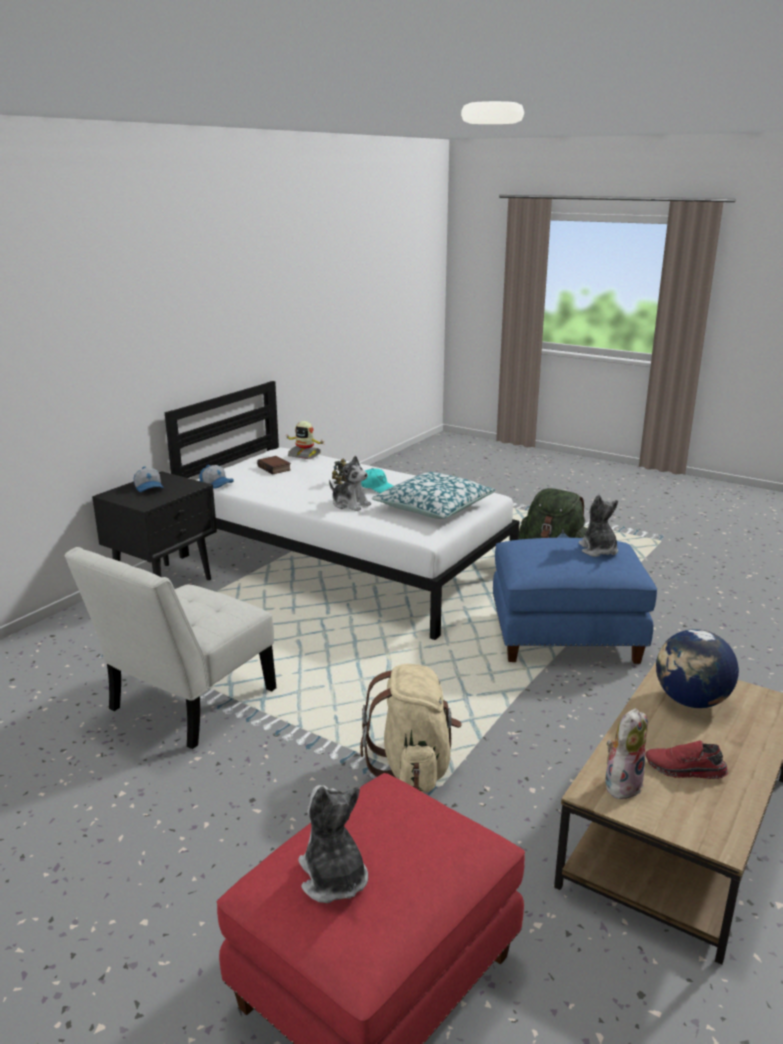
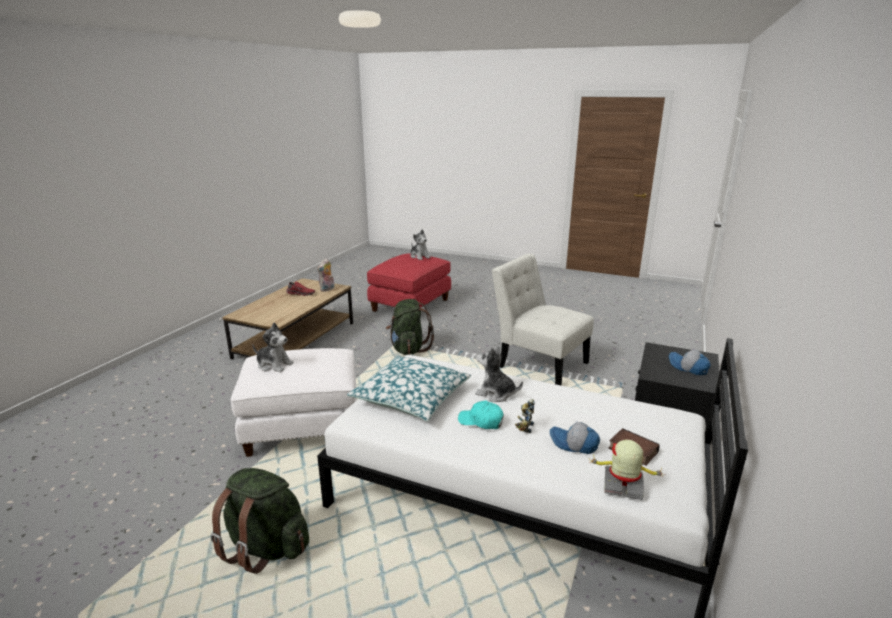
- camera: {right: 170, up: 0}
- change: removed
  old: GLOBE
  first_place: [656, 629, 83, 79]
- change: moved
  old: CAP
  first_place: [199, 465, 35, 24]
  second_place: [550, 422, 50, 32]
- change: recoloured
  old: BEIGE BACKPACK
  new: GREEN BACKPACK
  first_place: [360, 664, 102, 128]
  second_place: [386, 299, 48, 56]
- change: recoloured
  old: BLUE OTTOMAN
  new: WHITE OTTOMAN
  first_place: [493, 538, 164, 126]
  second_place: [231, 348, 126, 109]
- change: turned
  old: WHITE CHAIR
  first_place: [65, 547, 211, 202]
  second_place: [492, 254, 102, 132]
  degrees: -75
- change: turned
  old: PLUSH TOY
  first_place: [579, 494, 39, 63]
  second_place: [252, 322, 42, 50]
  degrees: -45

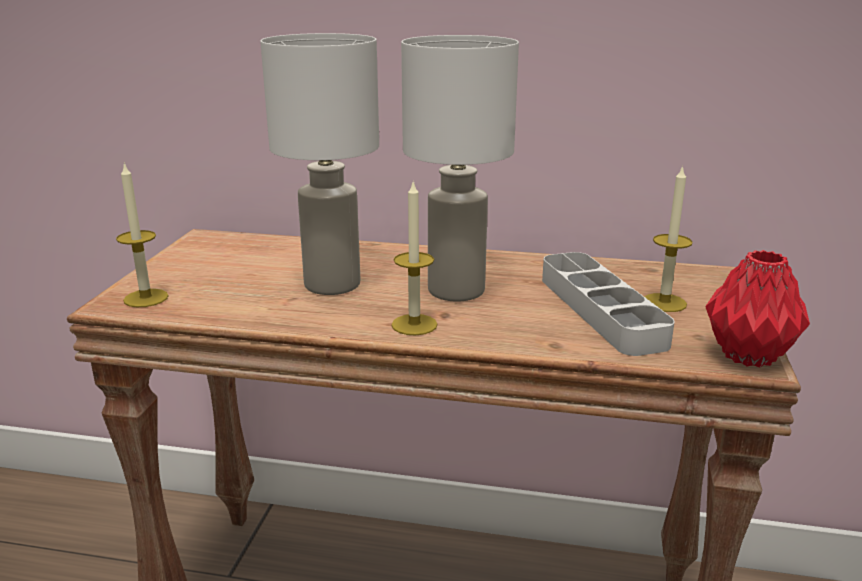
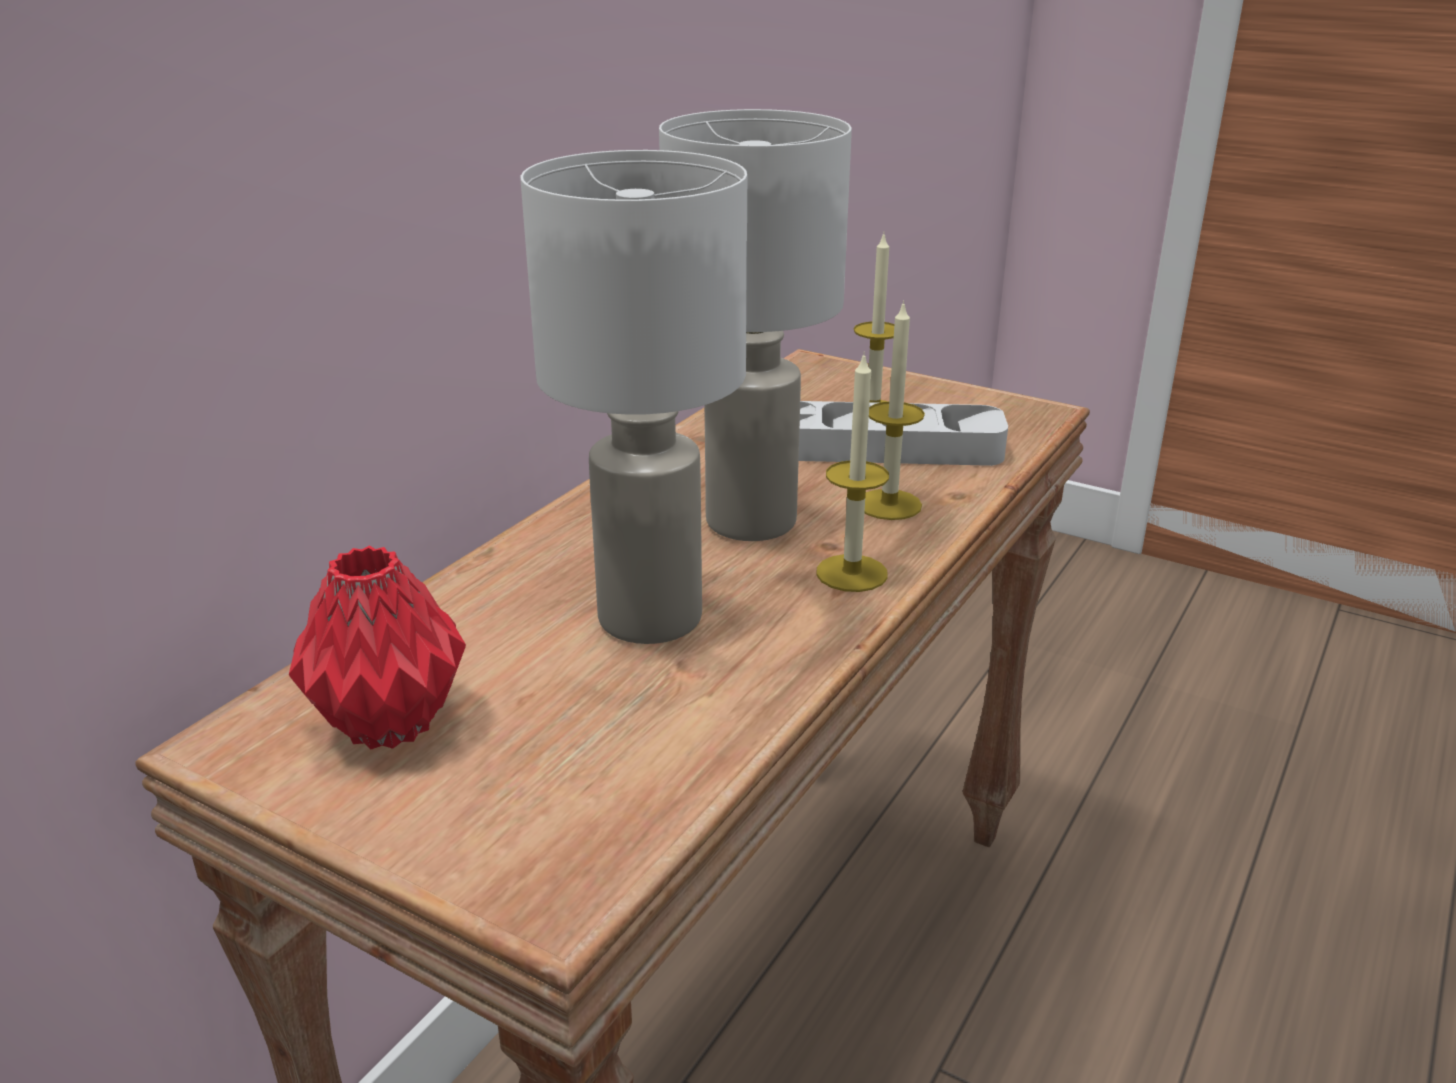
- camera: {right: -70, up: 5}
- change: moved
  old: CANDLE
  first_place: [116, 162, 52, 145]
  second_place: [864, 300, 61, 220]
- change: moved
  old: RED VASE
  first_place: [706, 250, 104, 118]
  second_place: [289, 546, 177, 203]

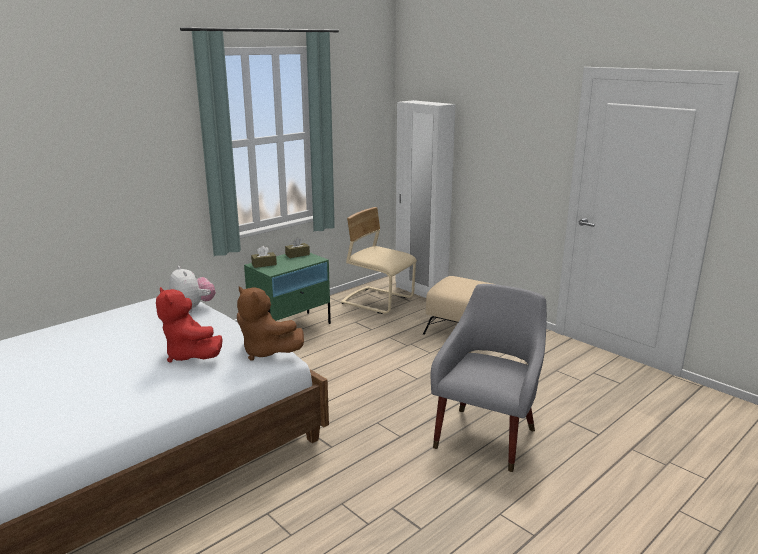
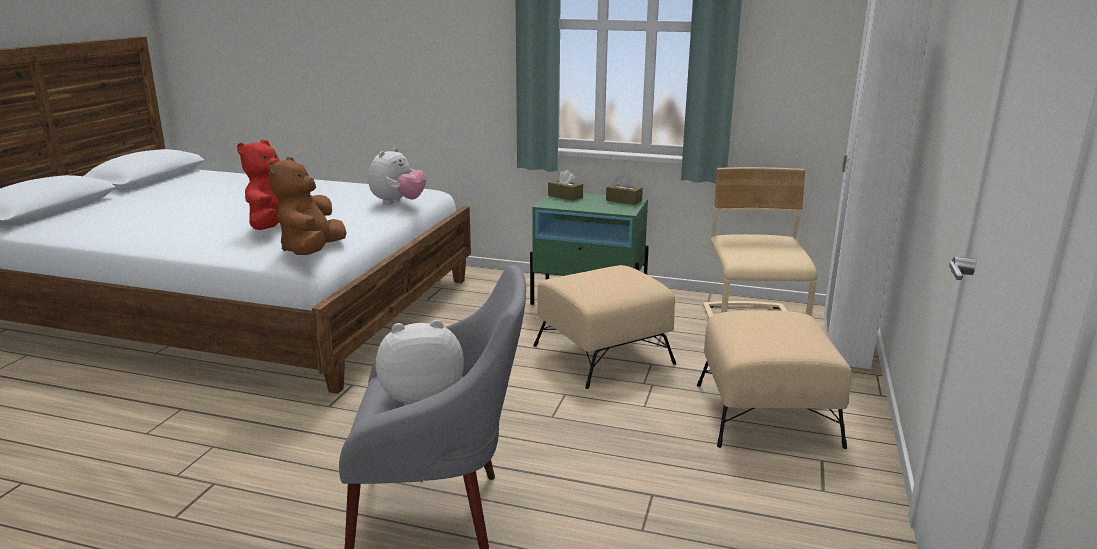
- camera: {right: 60, up: 0}
- change: added
  new: PLUSH TOY
  second_place: [376, 320, 88, 86]
- change: added
  new: BEIGE OTTOMAN
  second_place: [533, 265, 143, 124]

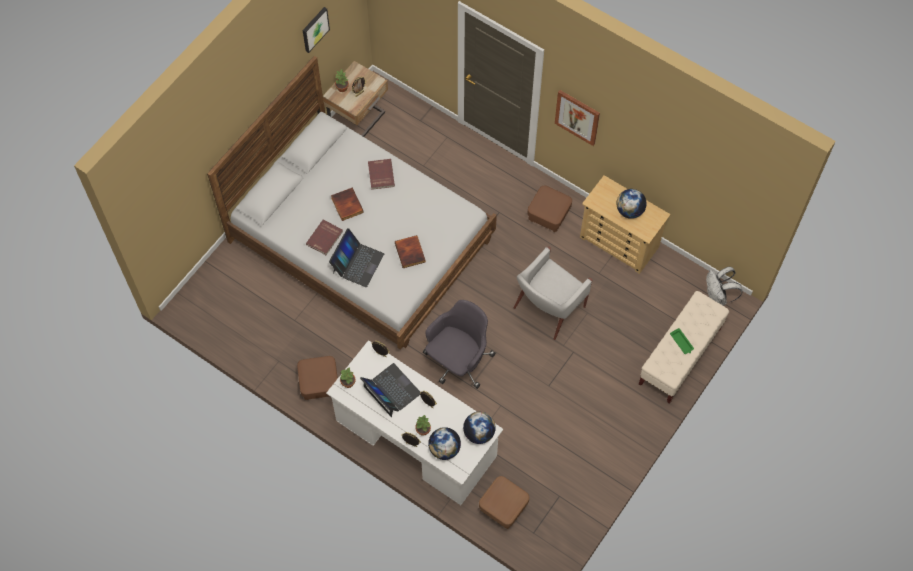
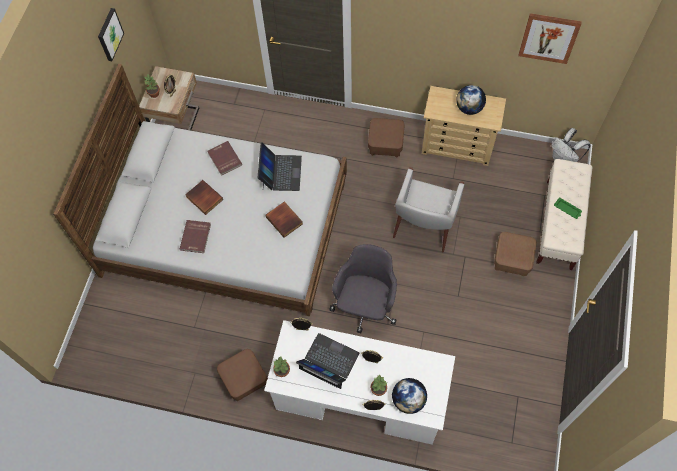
- camera: {right: -20, up: 0}
- change: removed
  old: GLOBE
  first_place: [463, 412, 33, 32]
- change: moved
  old: LAPTOP
  first_place: [329, 228, 55, 59]
  second_place: [257, 142, 45, 49]
- change: moved
  old: BROWN OTTOMAN
  first_place: [479, 476, 51, 53]
  second_place: [494, 232, 43, 44]
- change: moved
  old: PICTURE
  first_place: [555, 90, 45, 56]
  second_place: [518, 13, 64, 51]

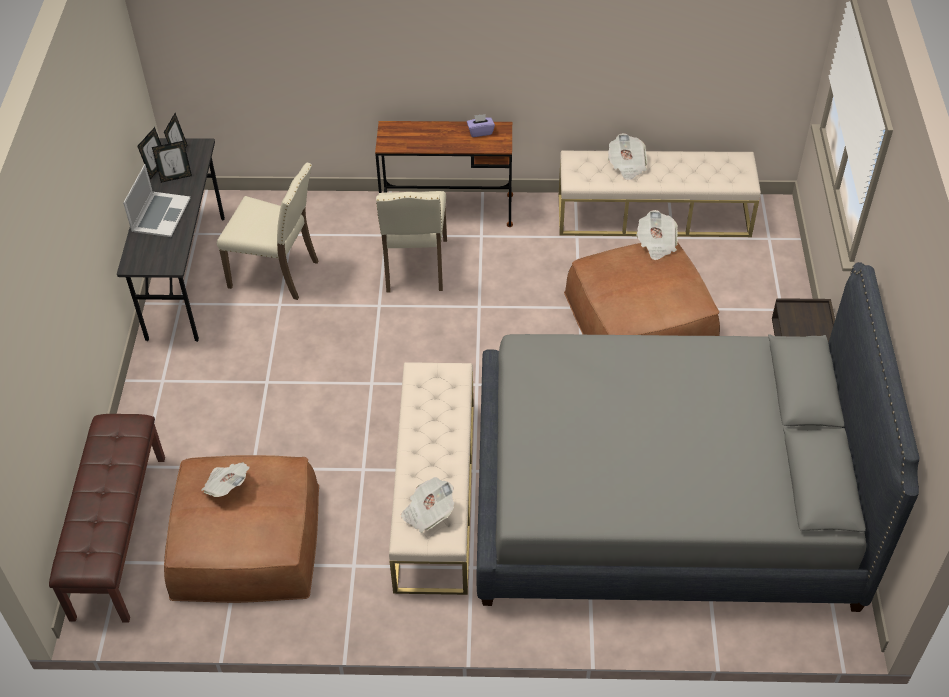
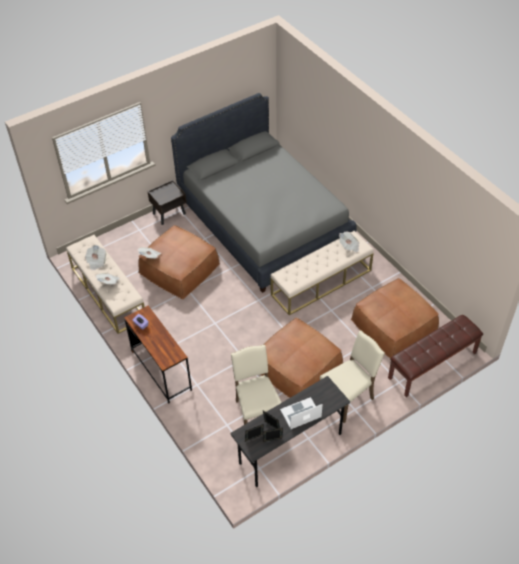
- camera: {right: -125, up: 0}
- change: added
  new: BROWN OTTOMAN
  second_place: [260, 318, 83, 80]
- change: moved
  old: NEWSPAPER
  first_place: [201, 462, 48, 35]
  second_place: [85, 245, 22, 25]
- change: moved
  old: BEIGE CHAIR
  first_place: [376, 191, 71, 102]
  second_place: [320, 330, 65, 93]

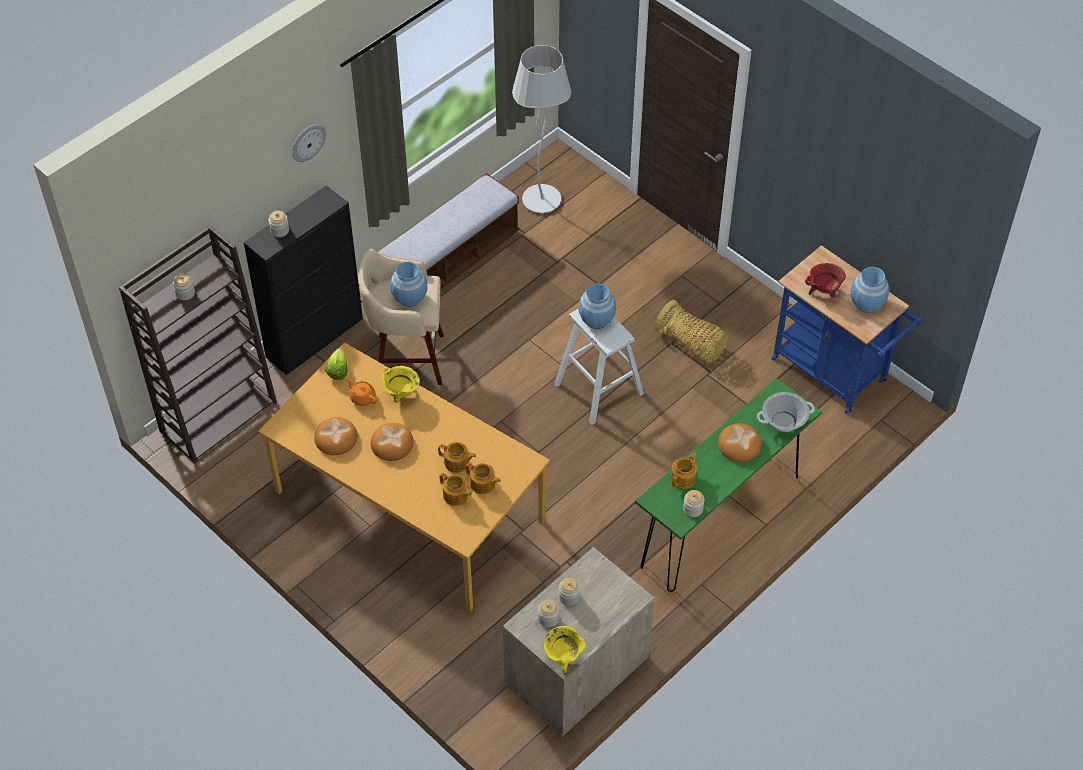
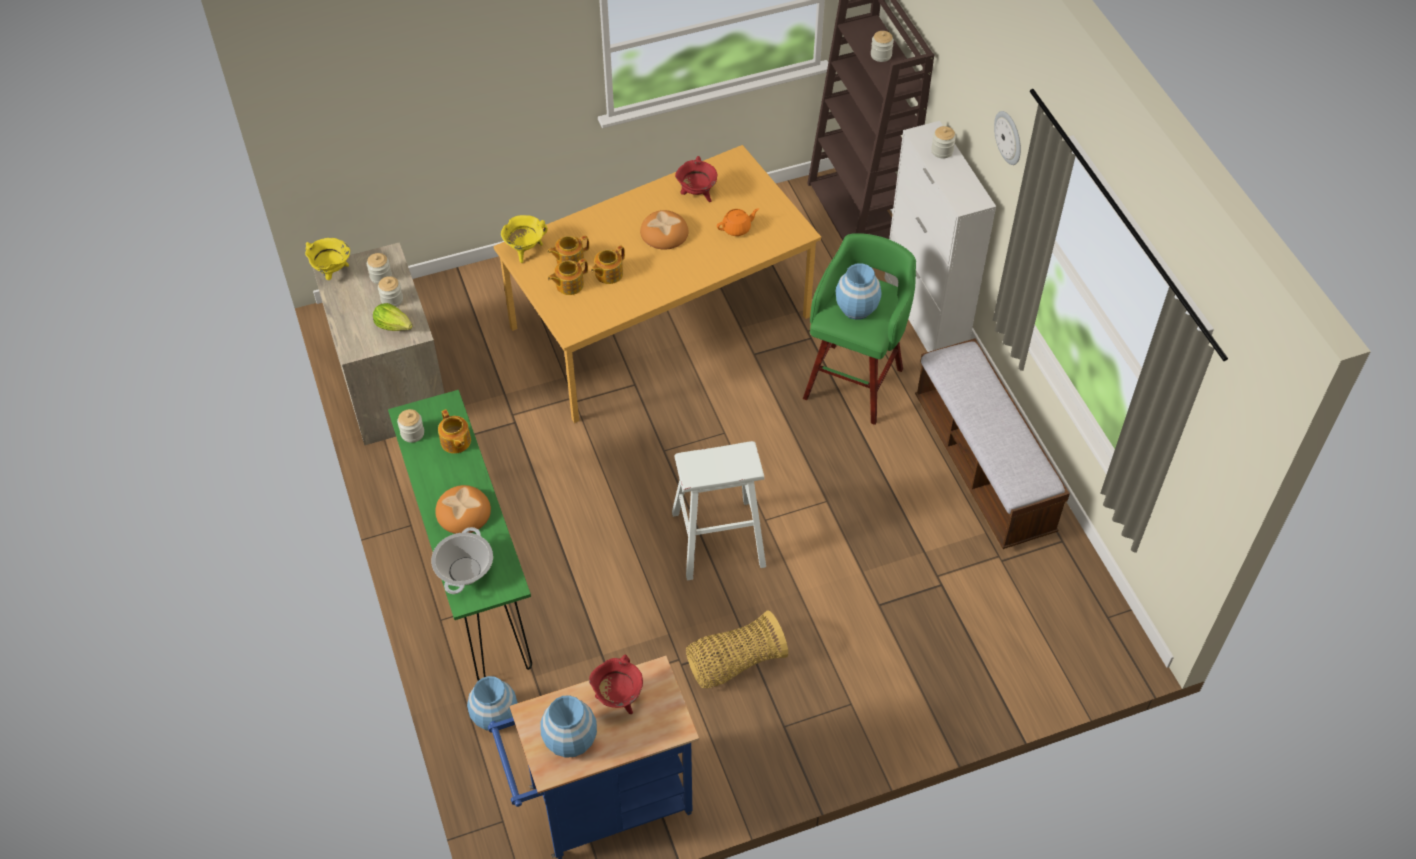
- camera: {right: 115, up: 0}
- change: removed
  old: WHITE FLOOR LAMP
  first_place: [512, 45, 59, 168]
- change: moved
  old: LETTUCE
  first_place: [325, 348, 23, 32]
  second_place: [373, 303, 39, 28]
- change: moved
  old: YELLOW COOKING POT
  first_place: [382, 366, 38, 37]
  second_place: [501, 215, 47, 48]
- change: moved
  old: BLUE VASE
  first_place: [579, 284, 37, 45]
  second_place: [467, 676, 51, 55]
- change: replaced
  old: BREAD
  new: RED COOKING POT
  first_place: [314, 417, 44, 38]
  second_place: [675, 156, 42, 46]
- change: recoloured
  old: BLACK CABINET
  new: WHITE CABINET
  first_place: [243, 185, 120, 190]
  second_place: [884, 121, 112, 231]
- change: recoloured
  old: BEIGE STOOL
  new: GREEN STOOL
  first_place: [358, 249, 86, 136]
  second_place: [803, 233, 113, 192]

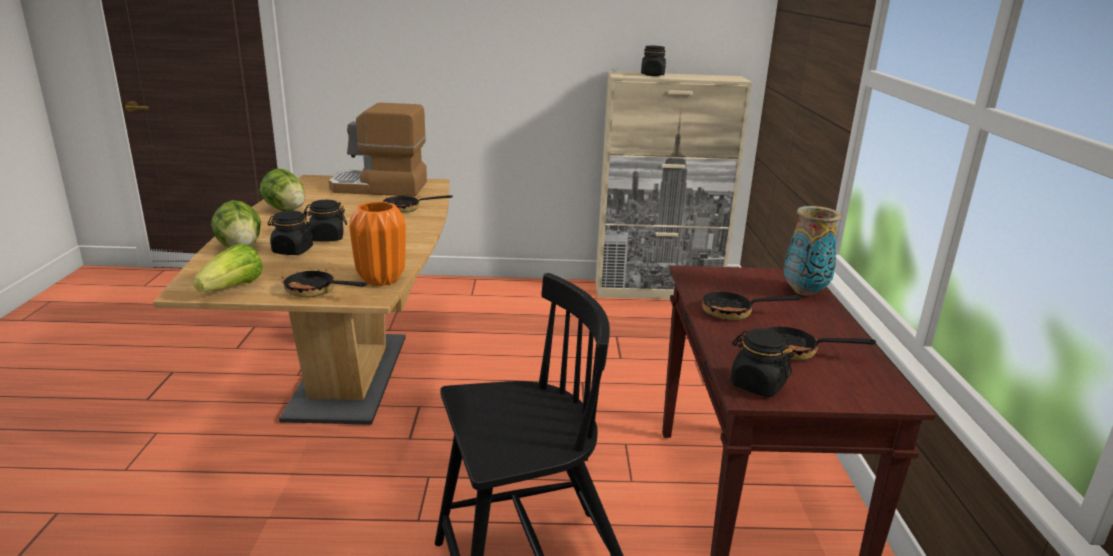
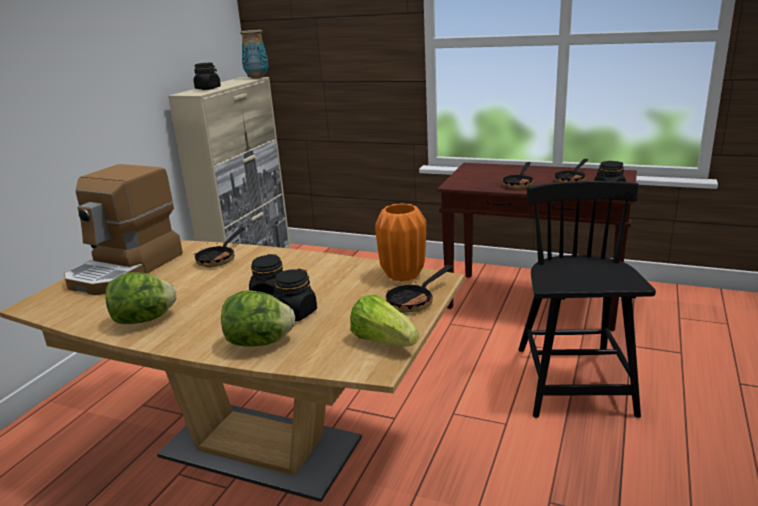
- camera: {right: -65, up: 0}
- change: moved
  old: VASE
  first_place: [783, 206, 58, 90]
  second_place: [240, 30, 29, 49]

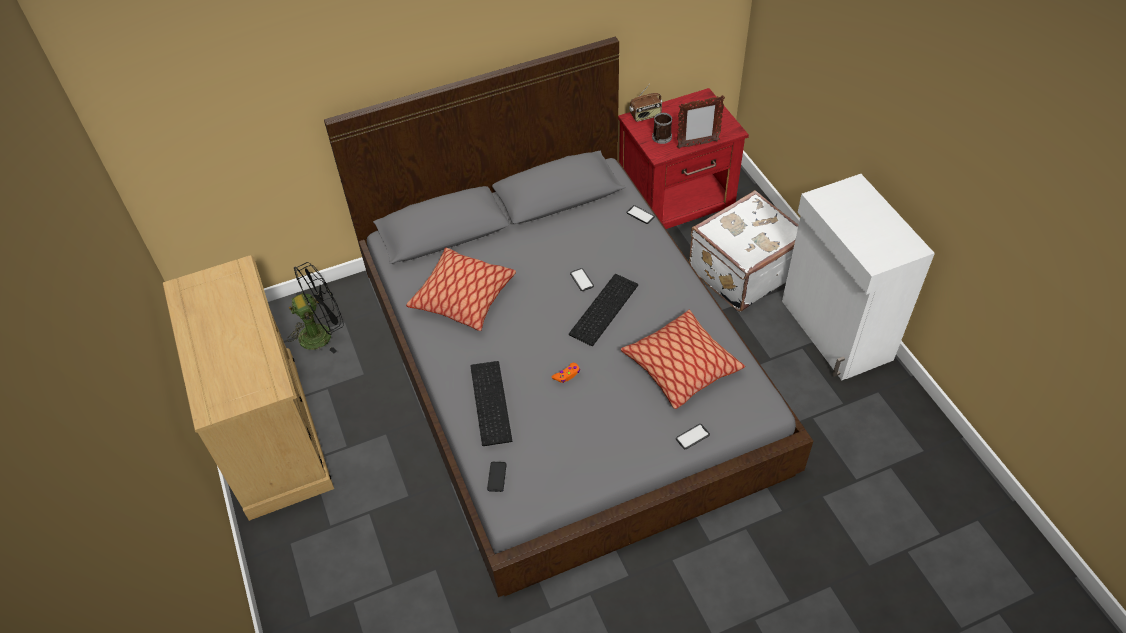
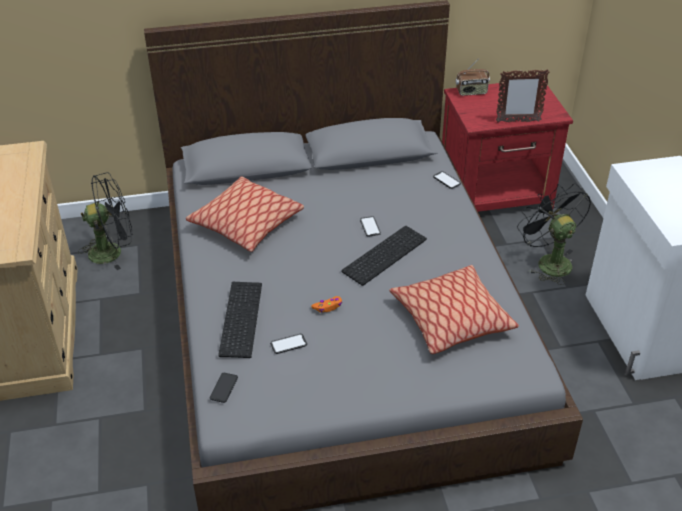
- camera: {right: 10, up: -10}
- change: removed
  old: MUG
  first_place: [652, 113, 20, 31]
- change: moved
  old: PHONE
  first_place: [676, 424, 34, 25]
  second_place: [270, 334, 37, 20]
- change: replaced
  old: WHITE SUITCASE
  new: BLACK FAN
  first_place: [689, 190, 109, 122]
  second_place: [517, 183, 74, 102]

